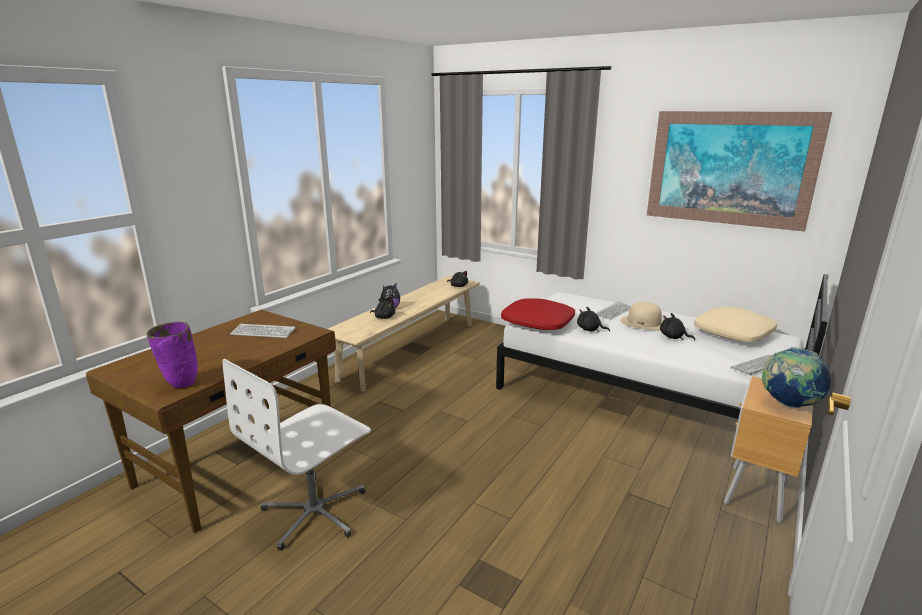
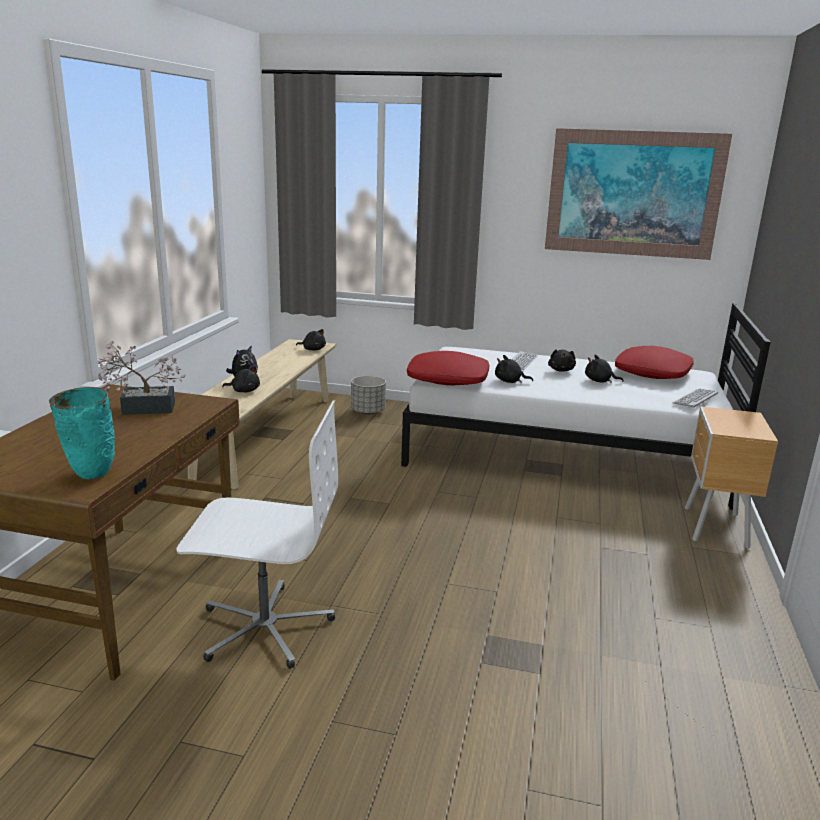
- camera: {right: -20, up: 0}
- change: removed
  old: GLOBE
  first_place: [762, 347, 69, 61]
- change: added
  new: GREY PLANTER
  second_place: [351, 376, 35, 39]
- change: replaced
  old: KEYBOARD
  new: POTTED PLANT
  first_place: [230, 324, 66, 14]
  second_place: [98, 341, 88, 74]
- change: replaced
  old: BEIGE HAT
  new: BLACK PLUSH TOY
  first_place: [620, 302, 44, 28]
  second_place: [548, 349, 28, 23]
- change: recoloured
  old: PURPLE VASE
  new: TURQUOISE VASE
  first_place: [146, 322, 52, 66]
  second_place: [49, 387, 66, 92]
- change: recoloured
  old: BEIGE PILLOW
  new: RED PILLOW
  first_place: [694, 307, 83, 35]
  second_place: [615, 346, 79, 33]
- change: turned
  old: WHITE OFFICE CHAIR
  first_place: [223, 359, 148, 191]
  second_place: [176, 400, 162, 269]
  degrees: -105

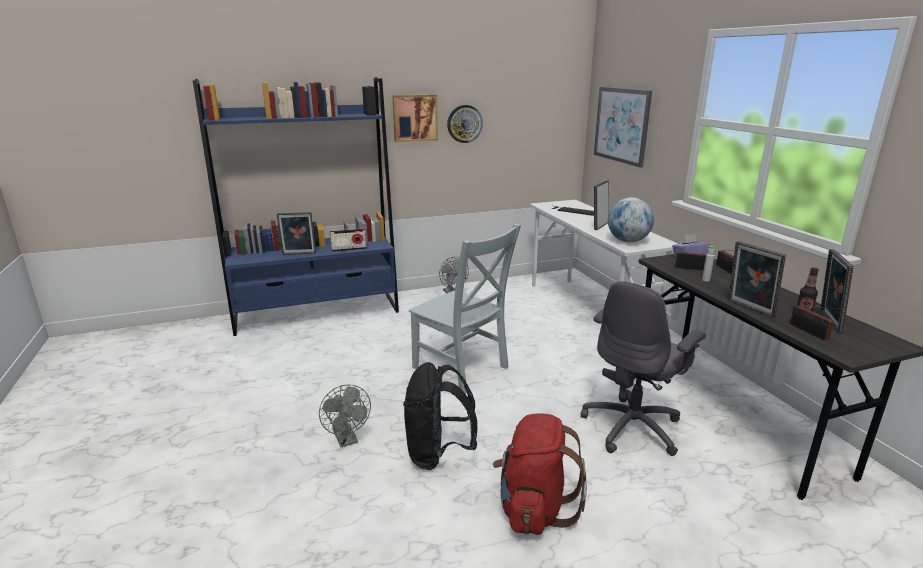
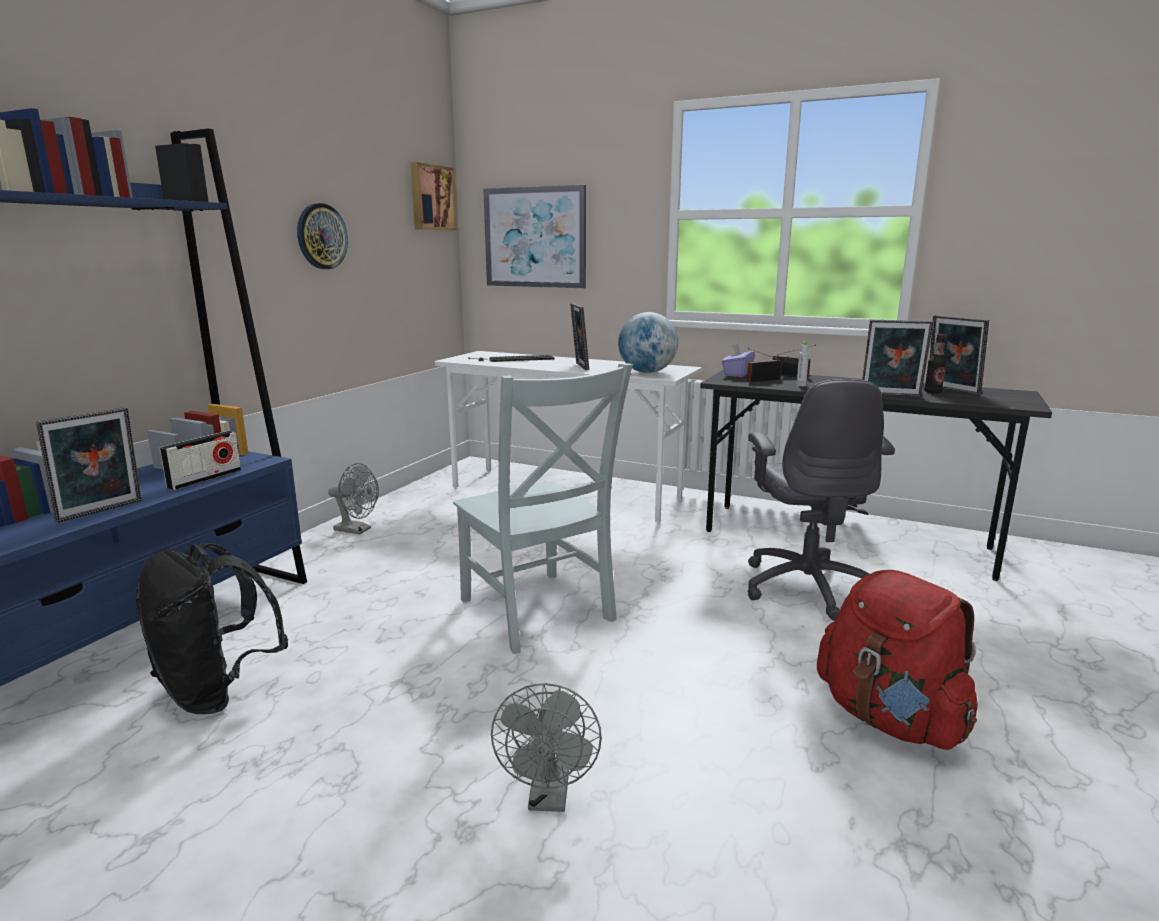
- camera: {right: -45, up: -5}
- change: removed
  old: RADIO
  first_place: [790, 305, 51, 35]
- change: moved
  old: PICTURE
  first_place: [392, 94, 46, 48]
  second_place: [411, 162, 46, 69]
- change: moved
  old: BLACK BACKPACK
  first_place: [403, 362, 74, 108]
  second_place: [136, 543, 152, 171]
- change: turned
  old: GREY FAN
  first_place: [319, 385, 52, 62]
  second_place: [491, 683, 111, 129]
  degrees: 75
- change: turned
  old: GREY CHAIR
  first_place: [409, 224, 112, 170]
  second_place: [453, 363, 180, 291]
  degrees: 60

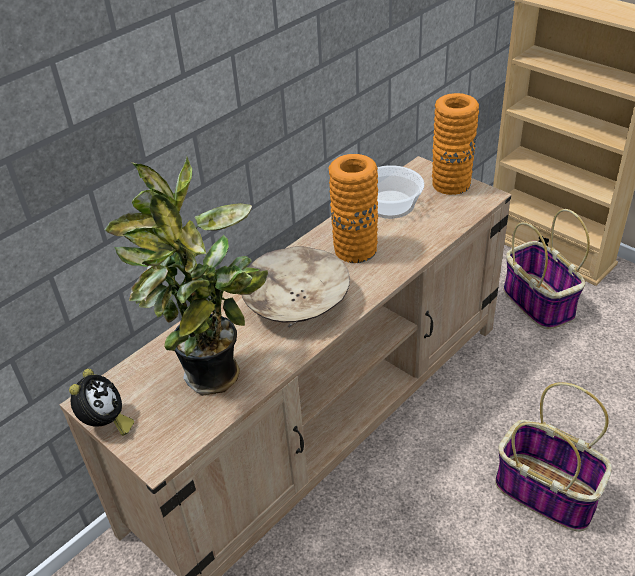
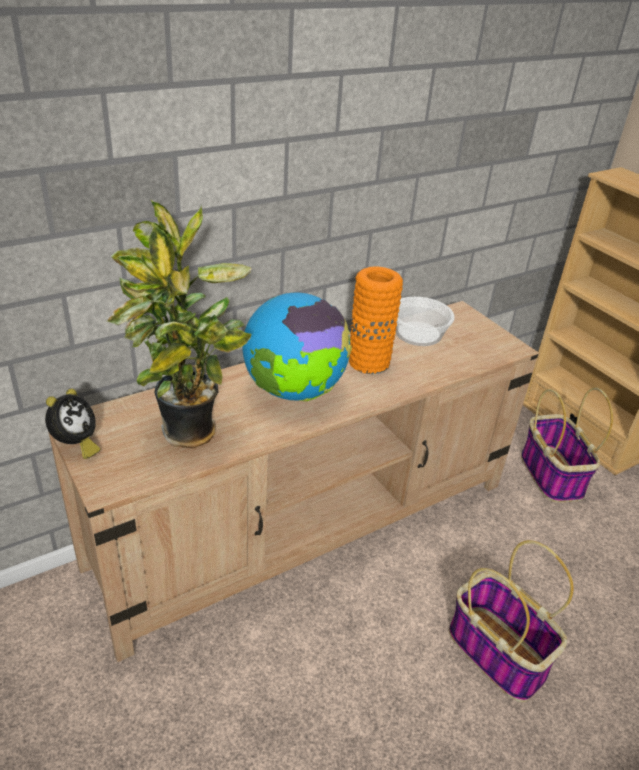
- camera: {right: 10, up: -5}
- change: removed
  old: ORANGE VASE
  first_place: [432, 93, 47, 102]
- change: replaced
  old: BEIGE BOWL
  new: GLOBE
  first_place: [242, 247, 108, 81]
  second_place: [242, 293, 110, 108]

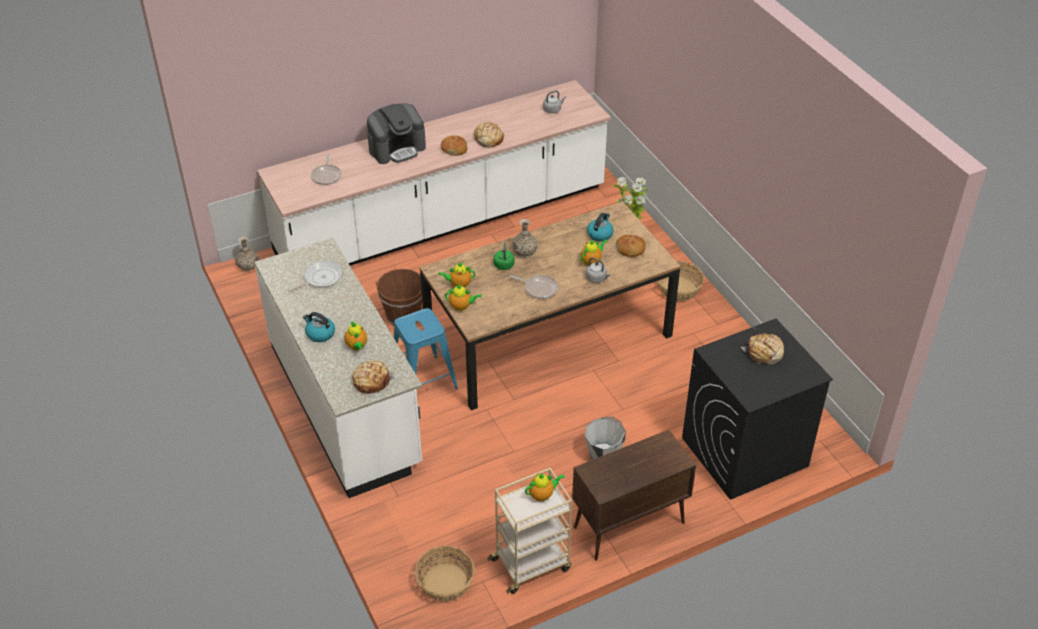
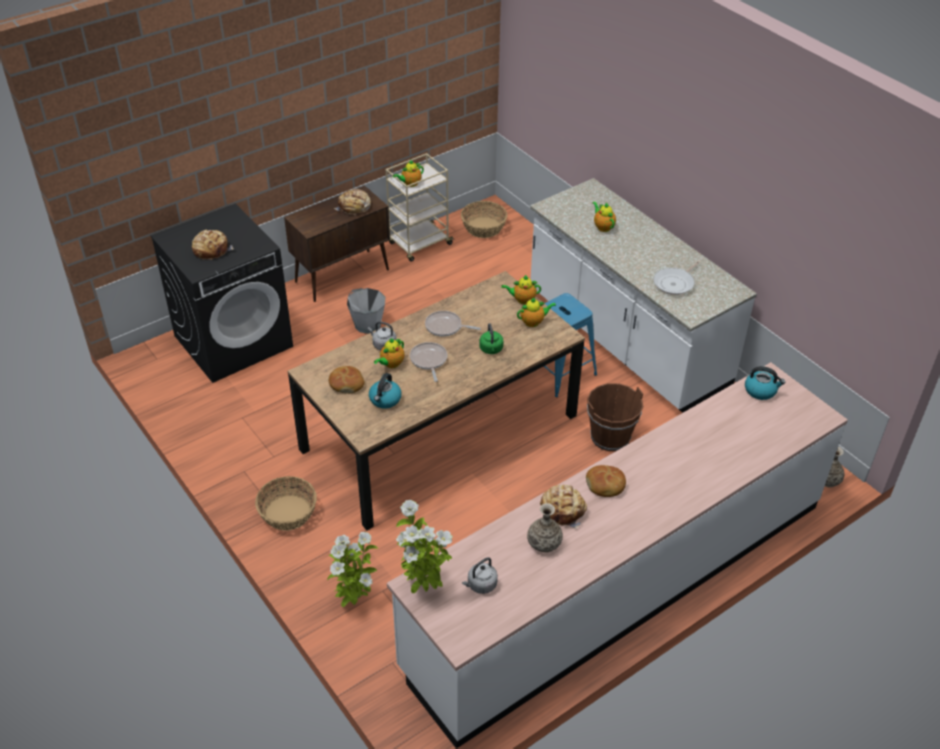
- camera: {right: 170, up: 0}
- change: removed
  old: COFFEE MACHINE
  first_place: [367, 104, 59, 60]
- change: added
  new: POTTED PLANT
  second_place: [396, 500, 57, 93]
- change: moved
  old: KETTLE
  first_place: [303, 312, 32, 30]
  second_place: [745, 366, 40, 34]
- change: moved
  old: FRYING PAN
  first_place: [311, 154, 30, 31]
  second_place: [410, 342, 37, 40]
- change: moved
  old: BREAD
  first_place: [352, 360, 44, 34]
  second_place: [334, 189, 37, 26]
- change: moved
  old: VASE
  first_place: [512, 219, 25, 39]
  second_place: [527, 503, 36, 50]

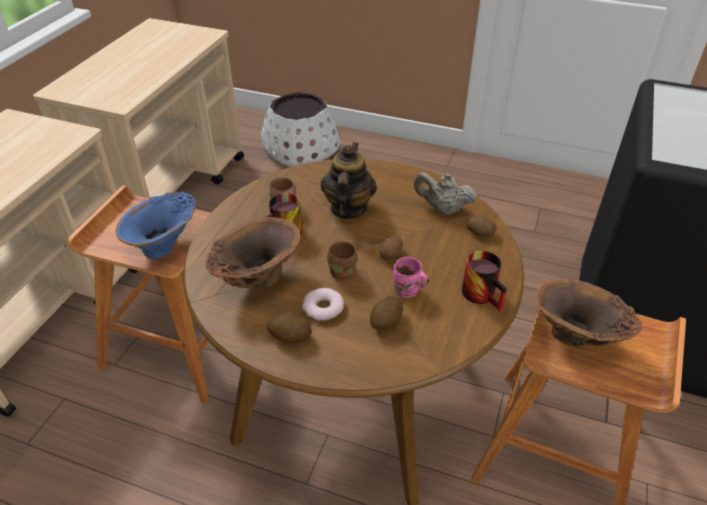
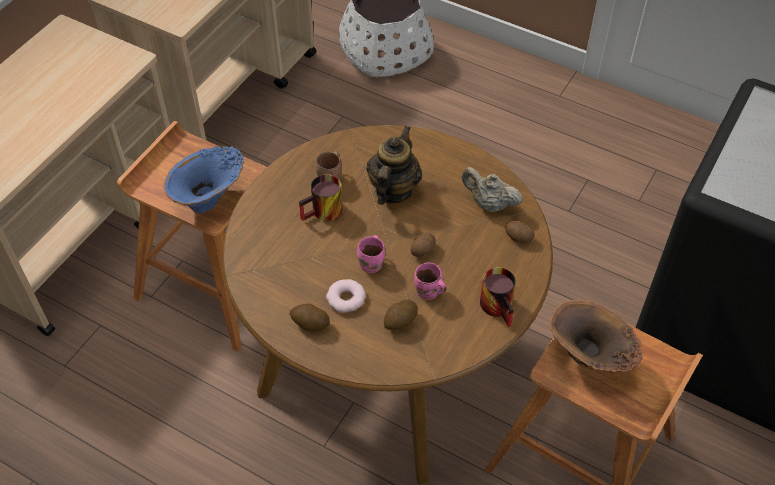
- camera: {right: 10, up: 10}
- change: removed
  old: BROWN VASE
  first_place: [205, 217, 95, 71]
- change: recoloured
  old: BROWN MUG
  new: PINK MUG
  first_place: [327, 241, 30, 40]
  second_place: [357, 235, 28, 38]

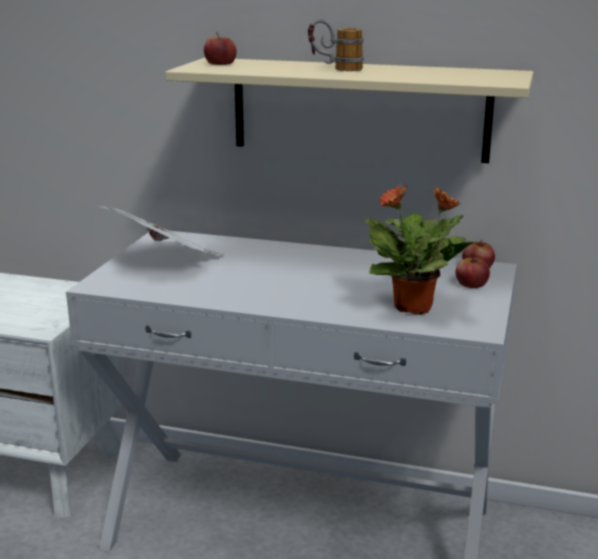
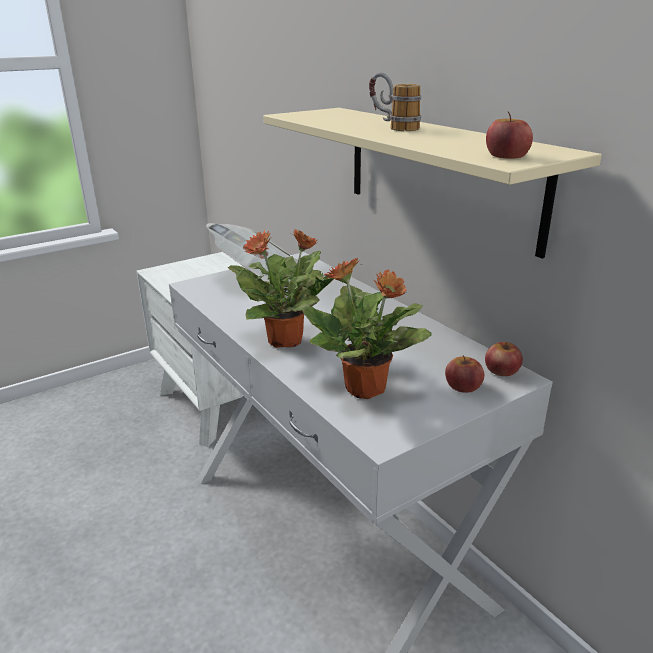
- camera: {right: 40, up: 5}
- change: added
  new: POTTED PLANT
  second_place: [228, 228, 106, 120]
- change: moved
  old: APPLE
  first_place: [204, 32, 33, 33]
  second_place: [486, 111, 47, 48]

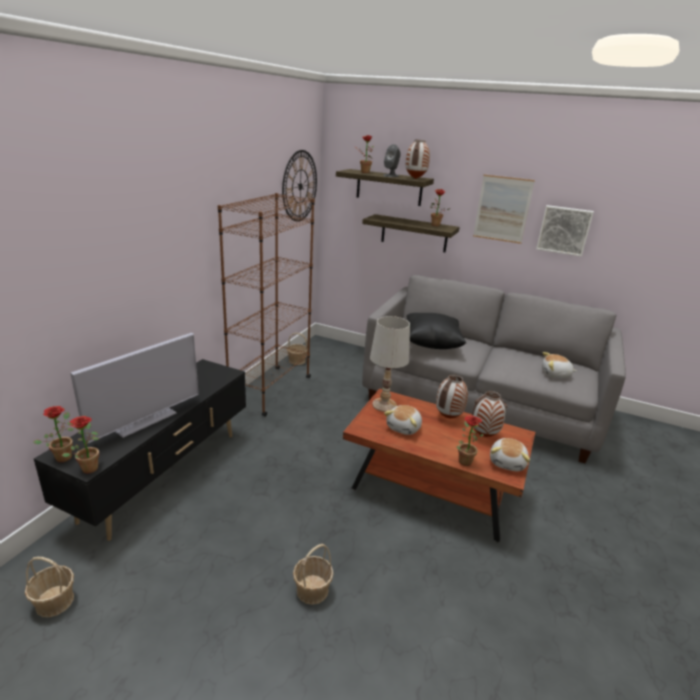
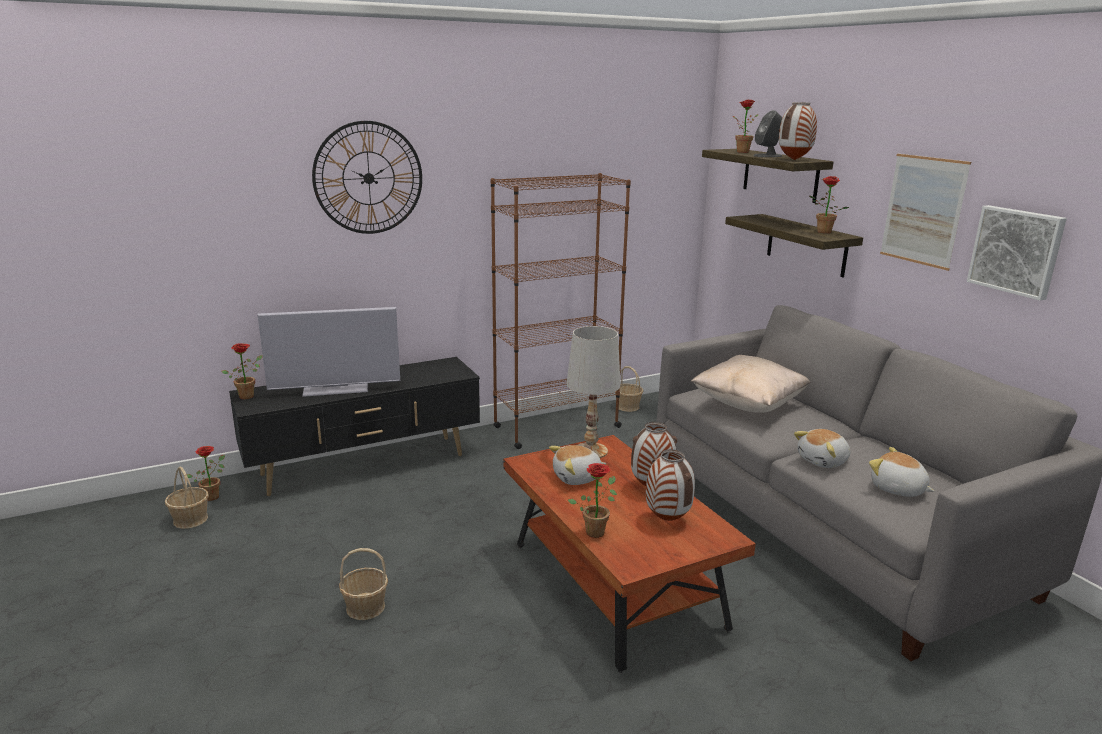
- camera: {right: 40, up: -5}
- change: moved
  old: POTTED PLANT
  first_place: [62, 416, 37, 58]
  second_place: [187, 446, 38, 55]
- change: moved
  old: WALL CLOCK
  first_place: [282, 150, 35, 72]
  second_place: [312, 121, 110, 113]
- change: moved
  old: PLUSH TOY
  first_place: [490, 438, 40, 33]
  second_place: [794, 429, 56, 39]
- change: recoloured
  old: BLACK PILLOW
  new: BEIGE PILLOW
  first_place: [406, 313, 60, 36]
  second_place: [690, 355, 120, 58]

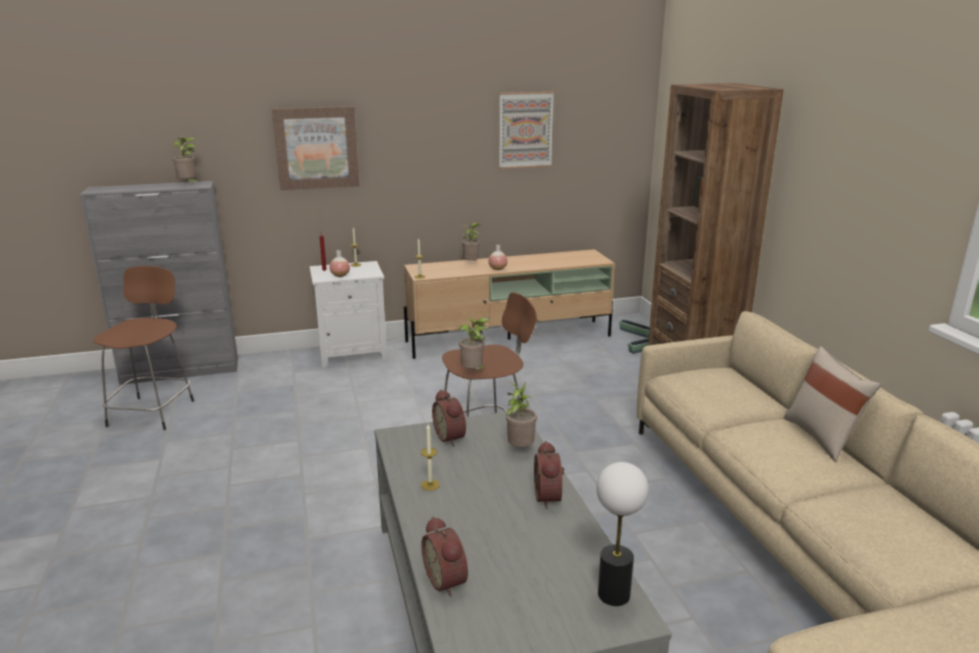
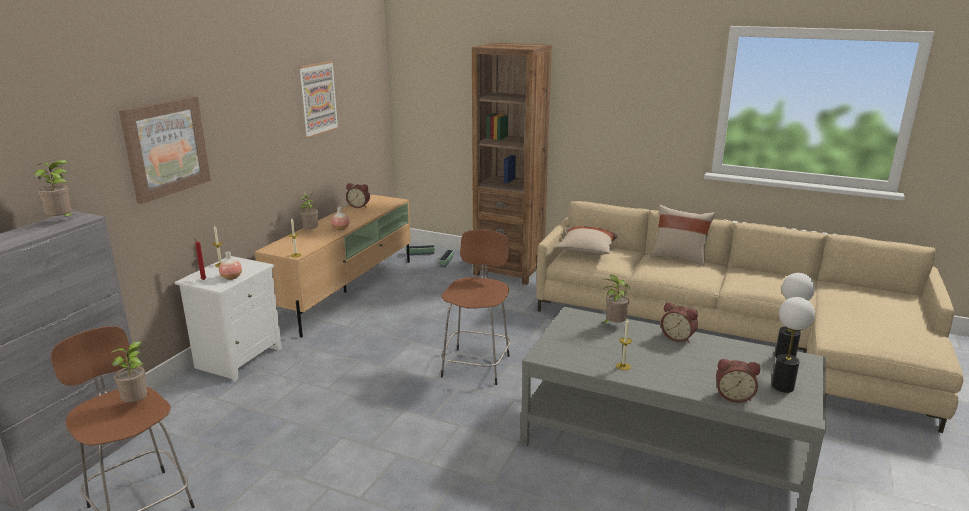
- camera: {right: -50, up: 0}
- change: added
  new: BEIGE PILLOW
  second_place: [556, 226, 62, 29]
- change: added
  new: TABLE LAMP
  second_place: [772, 297, 43, 96]
- change: moved
  old: ALARM CLOCK
  first_place: [432, 389, 34, 57]
  second_place: [346, 183, 24, 25]
- change: moved
  old: POTTED PLANT
  first_place: [459, 317, 31, 53]
  second_place: [110, 341, 37, 61]

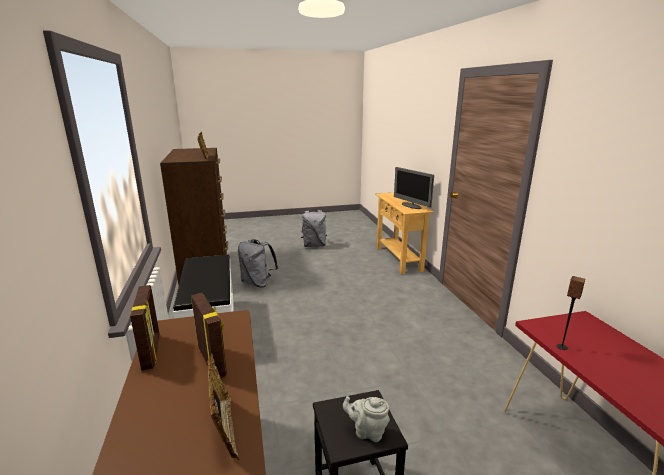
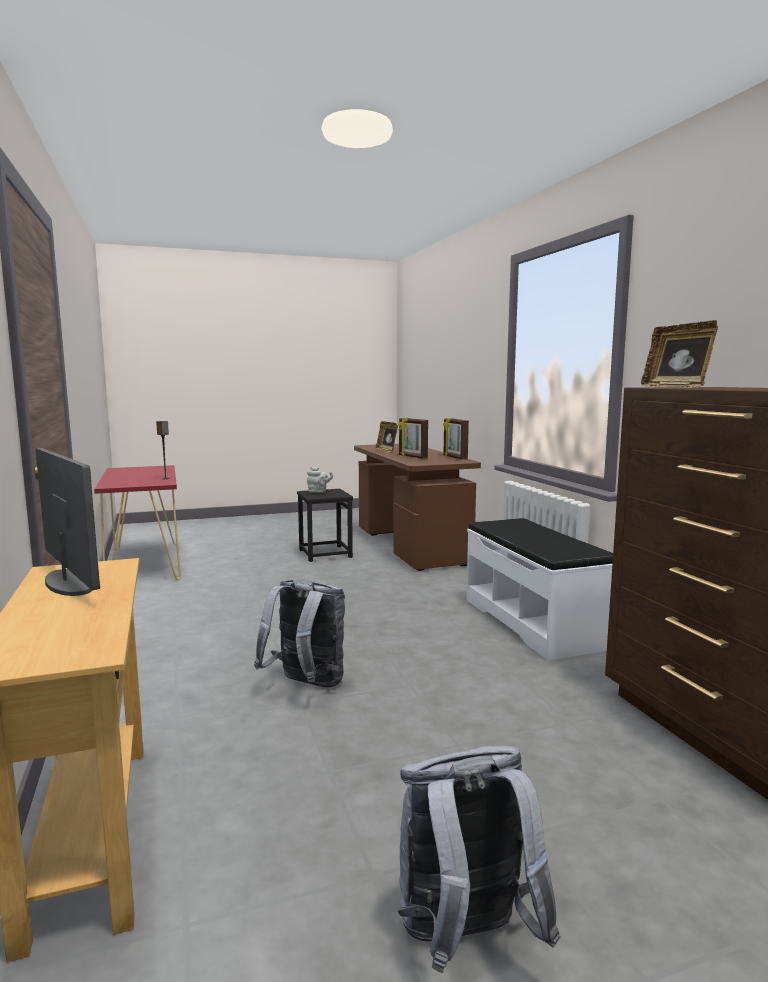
- camera: {right: 175, up: -10}
- change: moved
  old: GREY BACKPACK
  first_place: [238, 239, 40, 49]
  second_place: [254, 579, 91, 109]

